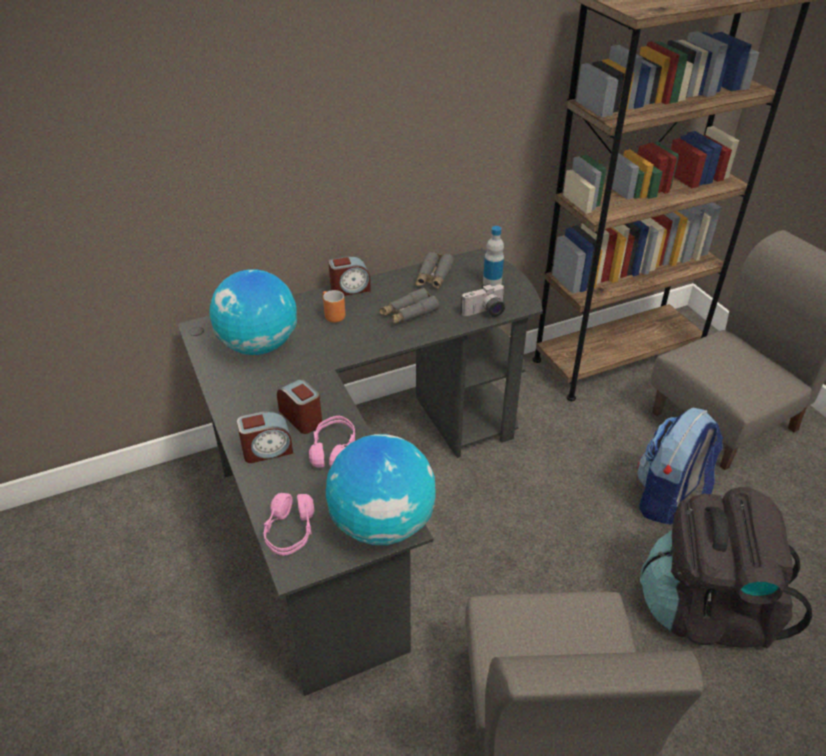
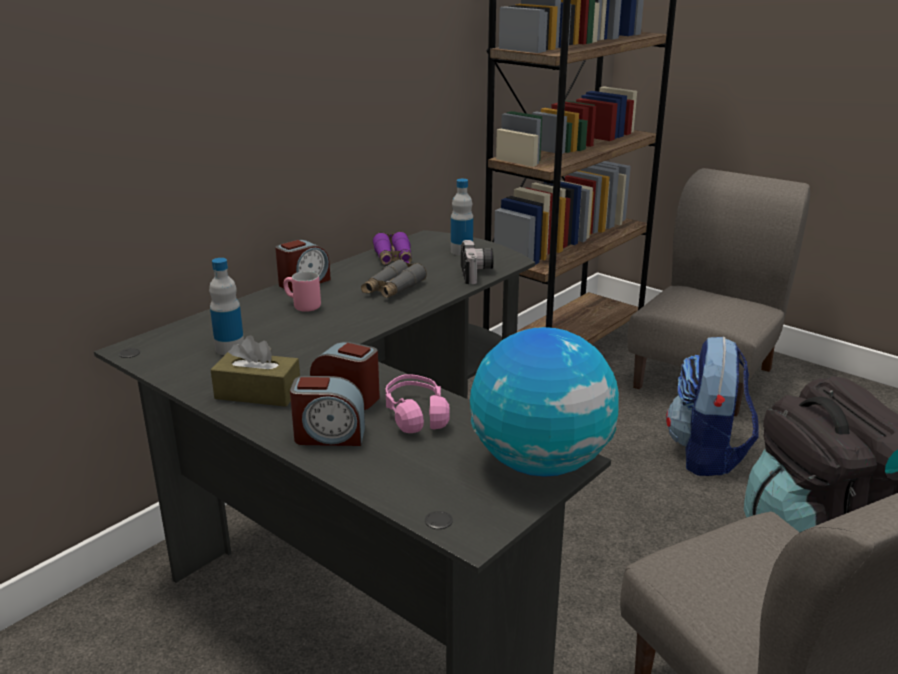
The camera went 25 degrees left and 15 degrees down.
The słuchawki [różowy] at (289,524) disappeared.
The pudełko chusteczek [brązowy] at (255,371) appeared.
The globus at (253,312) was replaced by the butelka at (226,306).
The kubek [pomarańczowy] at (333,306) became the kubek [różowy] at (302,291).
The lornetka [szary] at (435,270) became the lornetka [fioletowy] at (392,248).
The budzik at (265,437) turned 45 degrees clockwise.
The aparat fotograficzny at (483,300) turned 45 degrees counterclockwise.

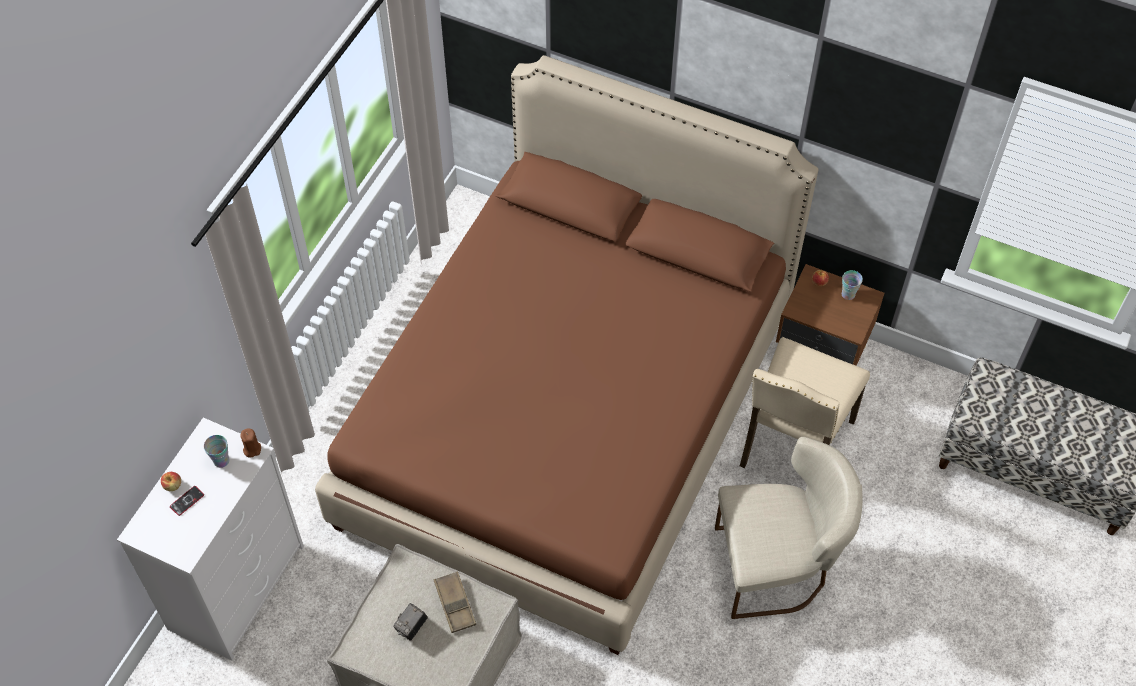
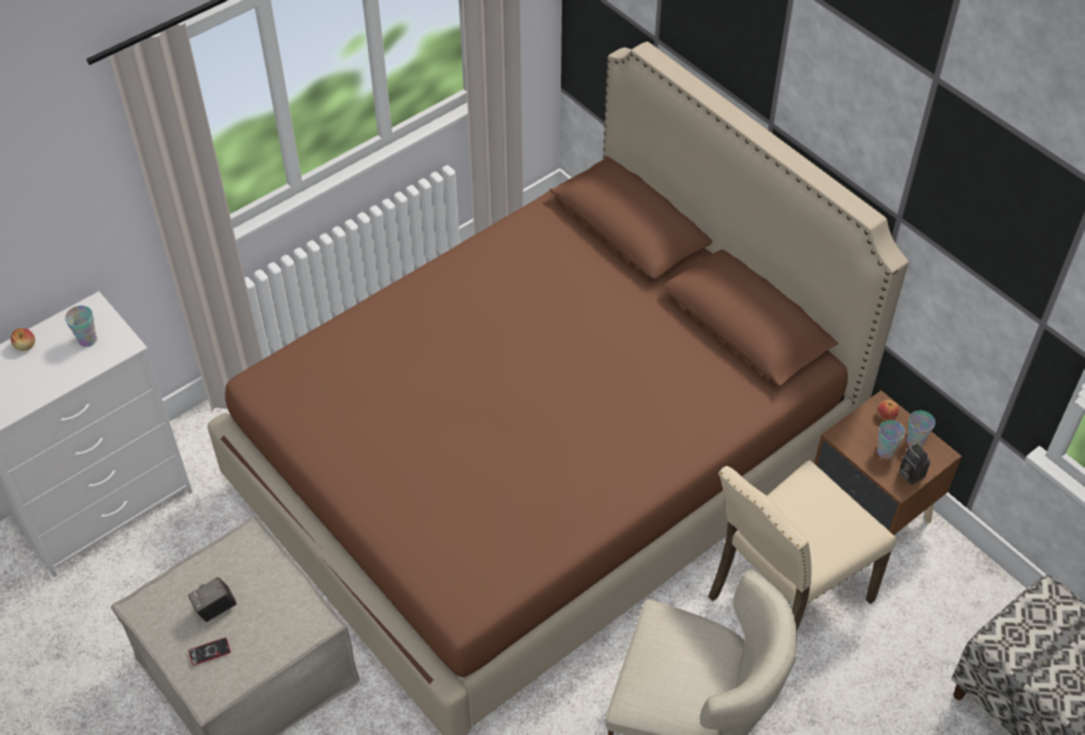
The camera went 25 degrees right and 5 degrees down.
The świeca [brązowy] at (250,443) disappeared.
The taca [brązowy] at (455,602) disappeared.
The filiżanka at (891,439) appeared.
The aparat fotograficzny at (914,464) appeared.
The telefon moved from (187,501) to (209,651).

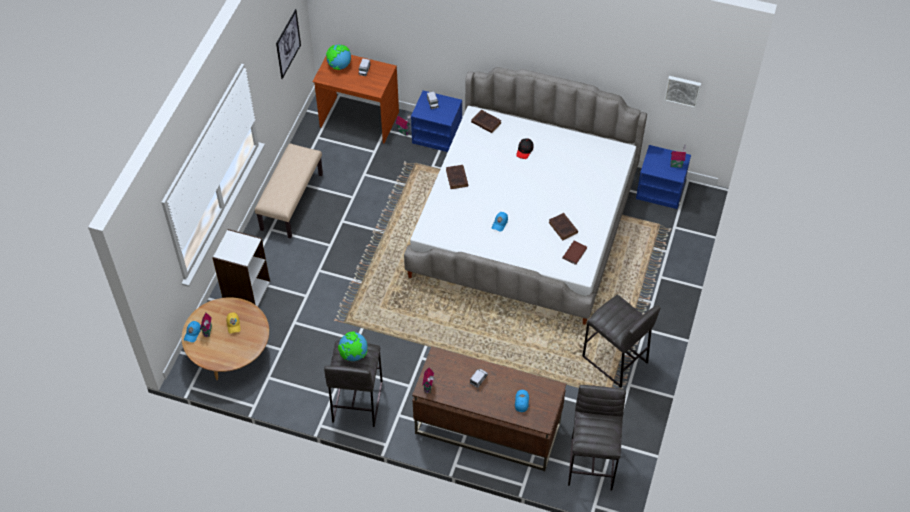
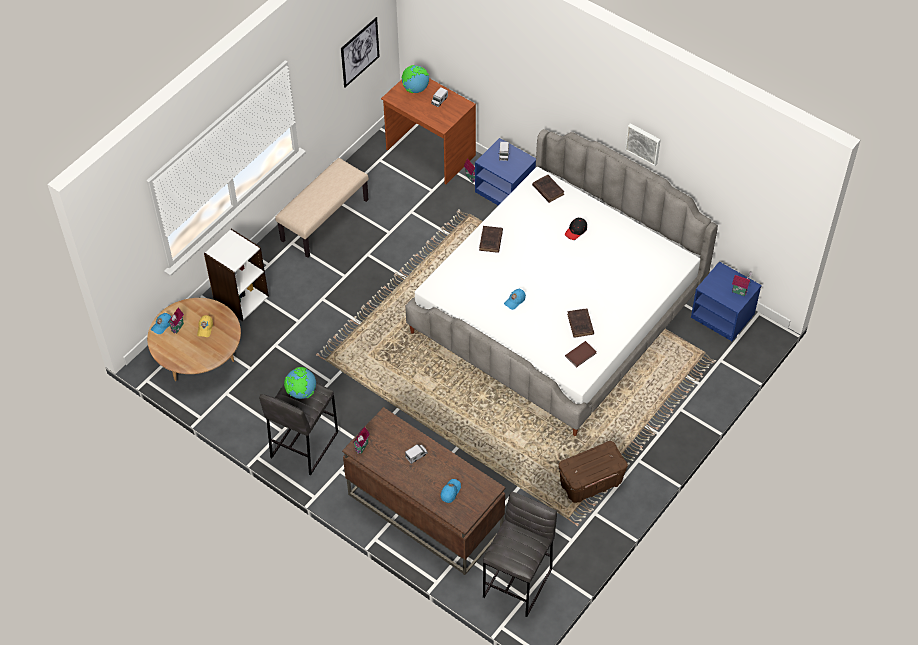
The camera went 20 degrees right and 0 degrees up.
The obraz moved from (682,92) to (643,144).
The stołek [szary] at (621,341) was replaced by the pojemnik do przechowywania [brązowy] at (593,472).

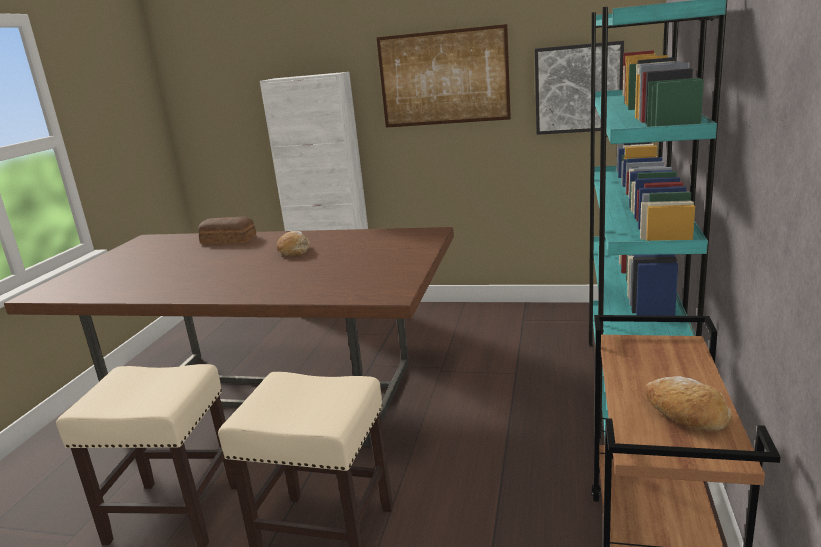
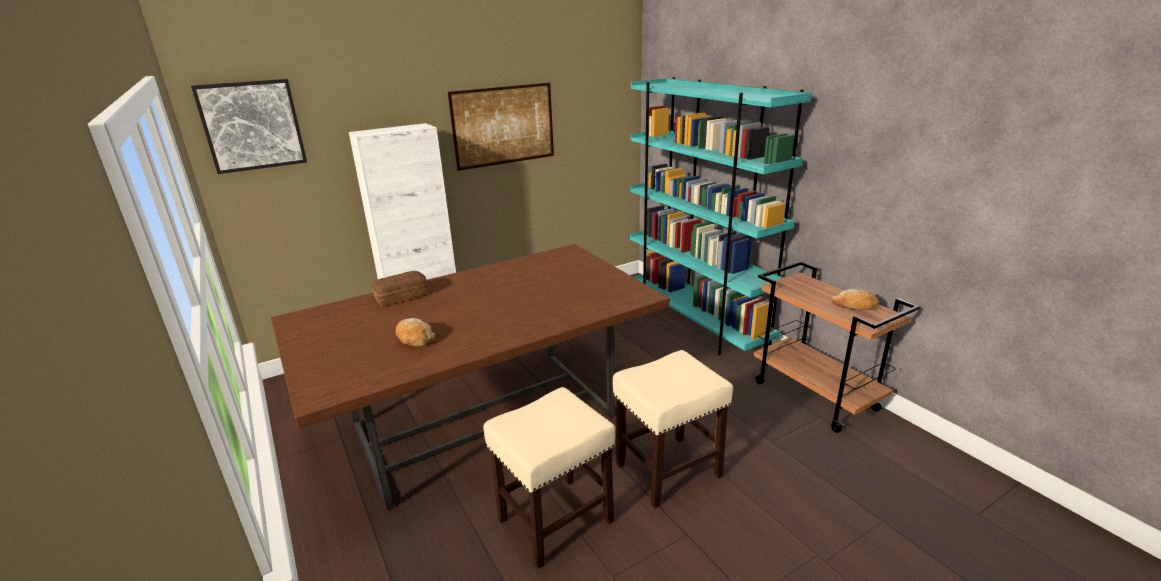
The camera went 45 degrees left and 5 degrees up.
The chleb moved from (293,243) to (415,332).
The obraz moved from (579,88) to (249,126).

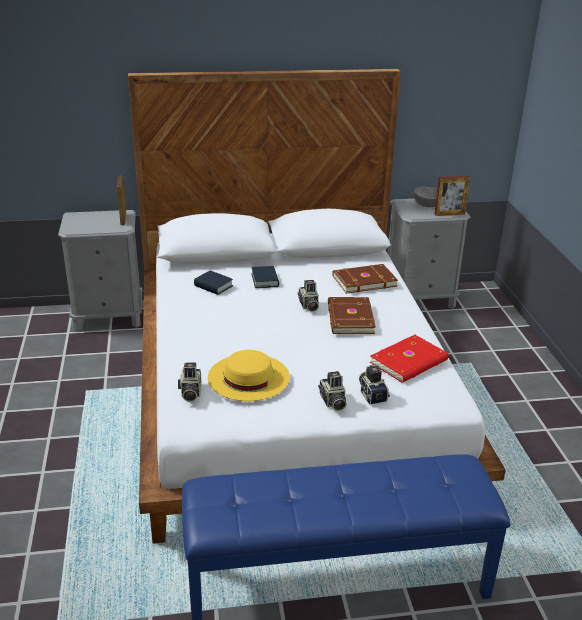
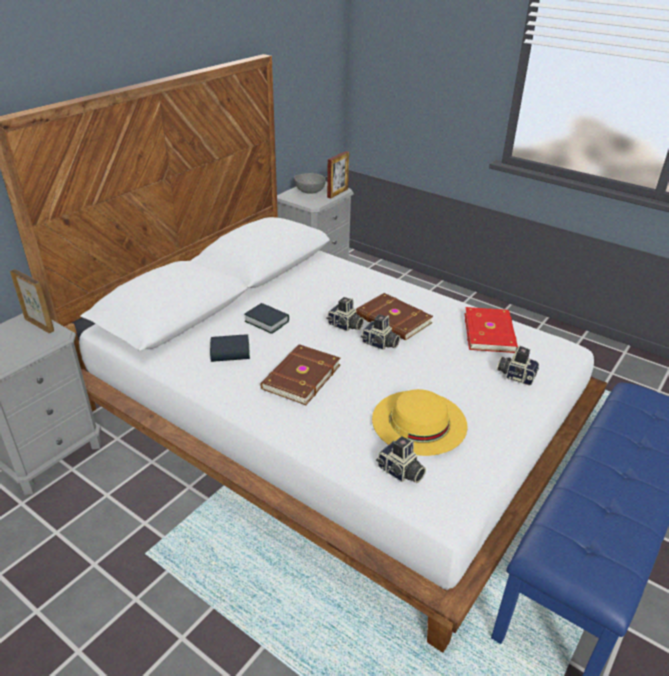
The camera went 45 degrees left and 5 degrees up.
The aparat fotograficzny moved from (332,391) to (380,332).
The książka [brązowy] moved from (365,279) to (300,374).

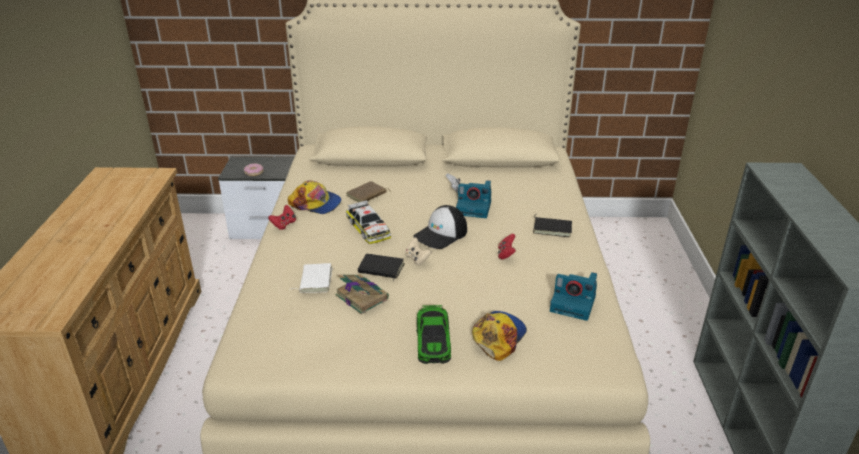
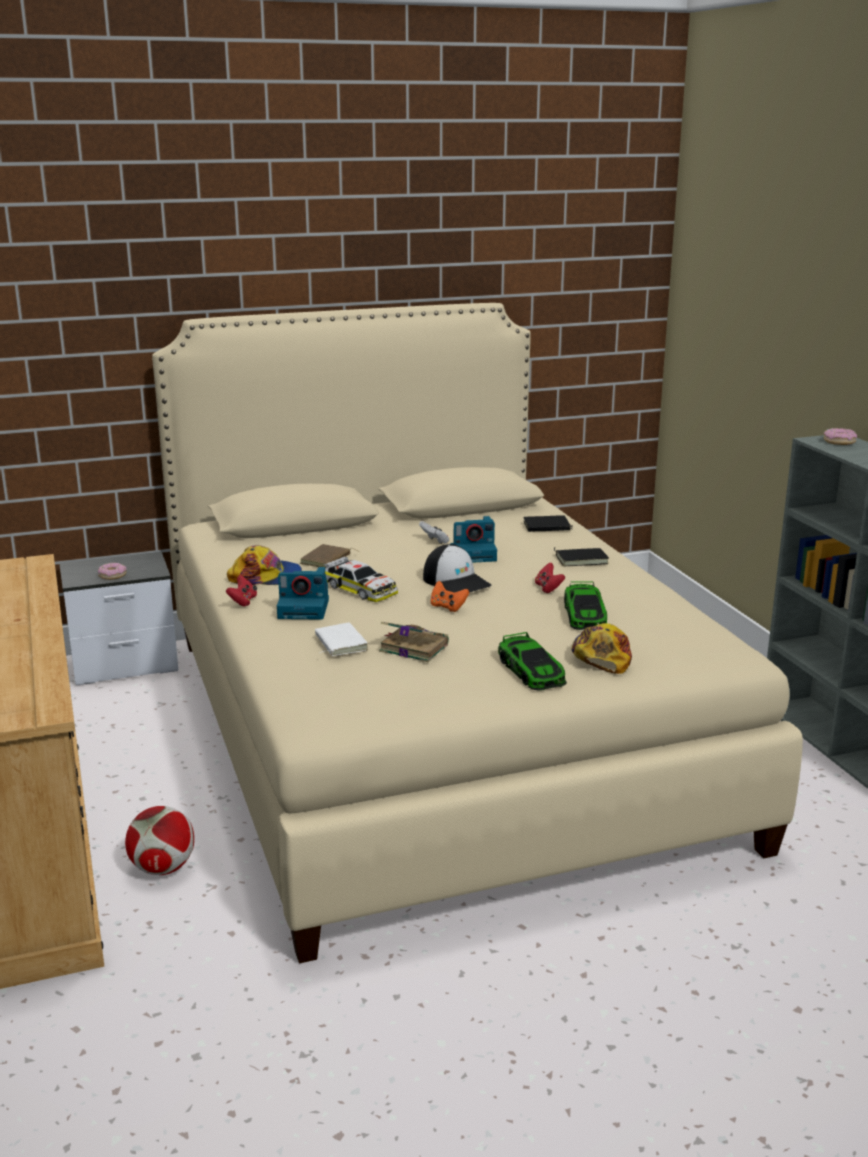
The camera went 20 degrees left and 10 degrees down.
The piłka futbolowa at (159,840) appeared.
The samochodzik at (585,606) appeared.
The donut at (840,436) appeared.
The książka [czarny] moved from (381,267) to (548,523).
The aparat fotograficzny moved from (573,296) to (303,593).
The pad do gier [beżowy] at (418,251) became the pad do gier [pomarańczowy] at (449,596).
The czapka z daszkiem at (440,227) turned 60 degrees counterclockwise.

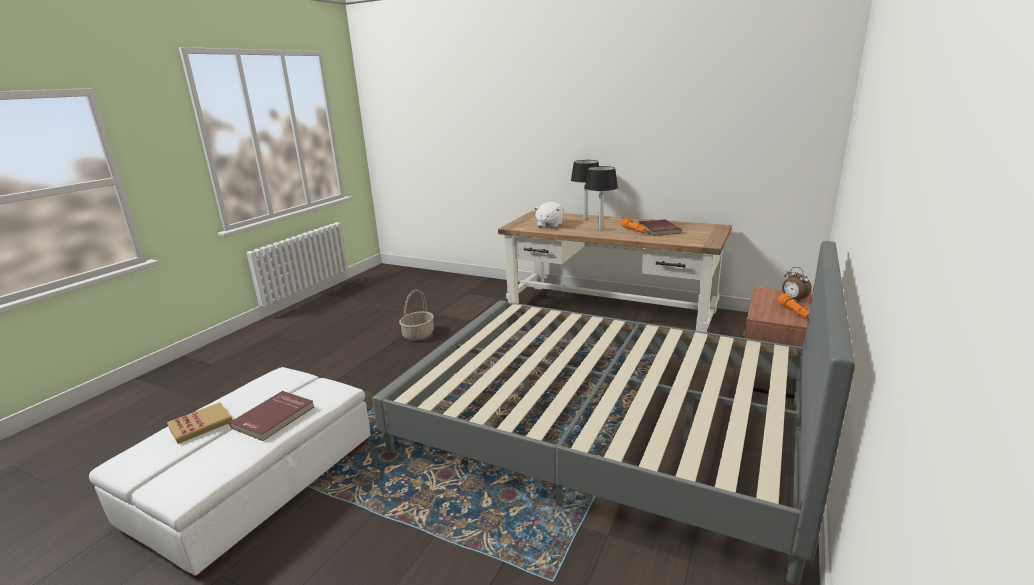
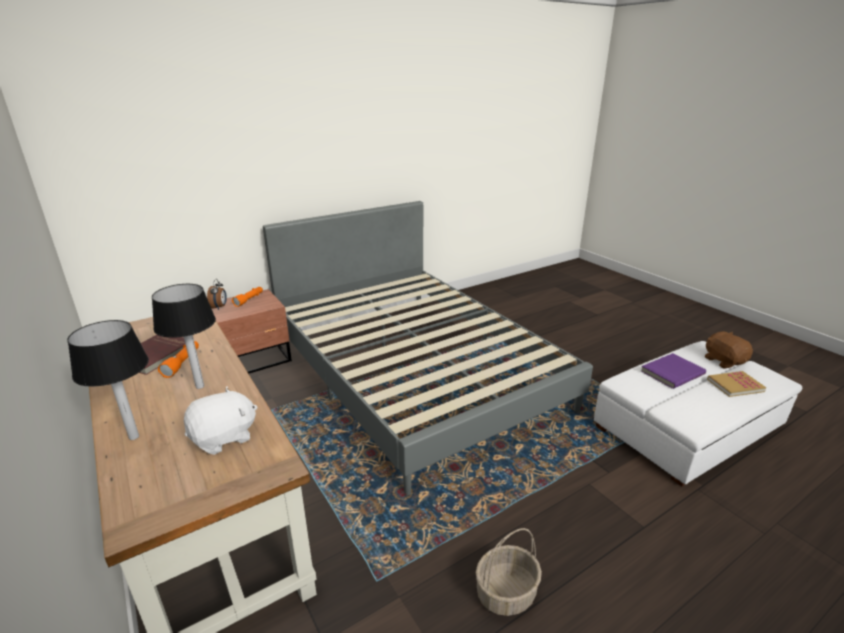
The camera went 150 degrees left and 5 degrees up.
The pluszak [brązowy] at (729,349) appeared.
The książka [czerwony] at (271,416) became the książka [fioletowy] at (673,371).

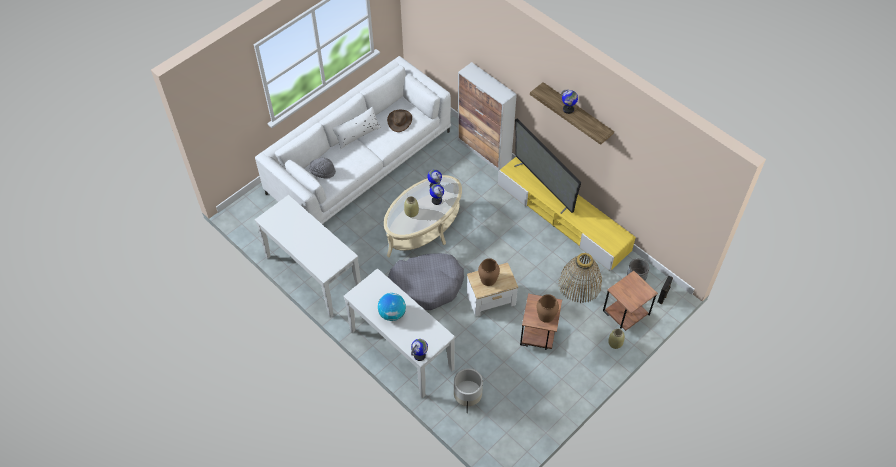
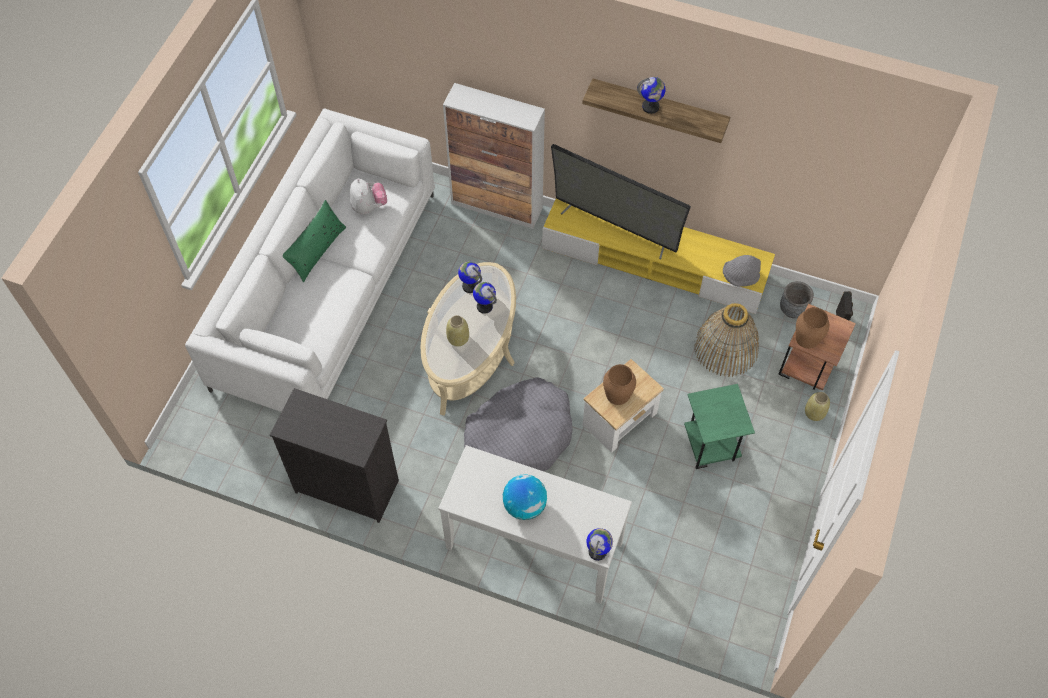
The camera went 25 degrees left and 5 degrees up.
The donica [biały] at (468,389) disappeared.
The kapelusz [szary] moved from (322,168) to (742,271).
The wazon [brązowy] moved from (548,308) to (813,328).
The stolik konsolowy [biały] at (308,256) was replaced by the komoda [czarny] at (334,455).
The kapelusz [brązowy] at (399,121) was replaced by the pluszak at (368,197).
The poduszka [biały] at (357,127) became the poduszka [zielony] at (314,241).
The stolik [brązowy] at (541,322) became the stolik [zielony] at (719,426).

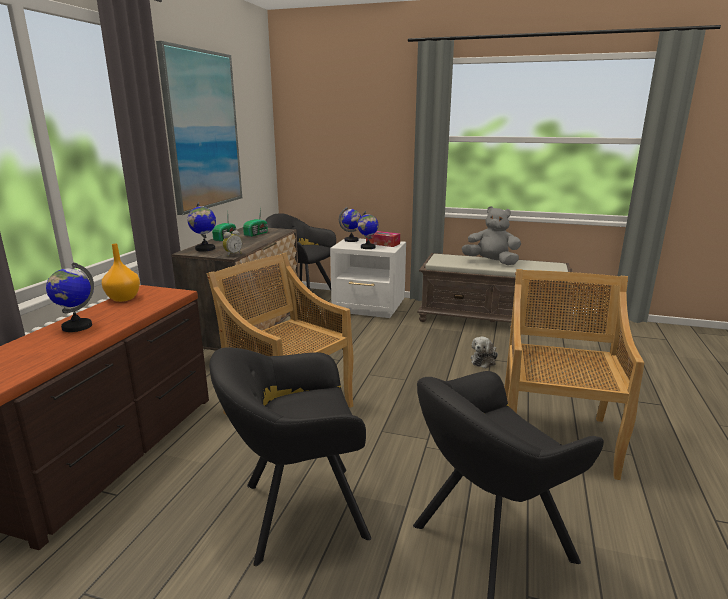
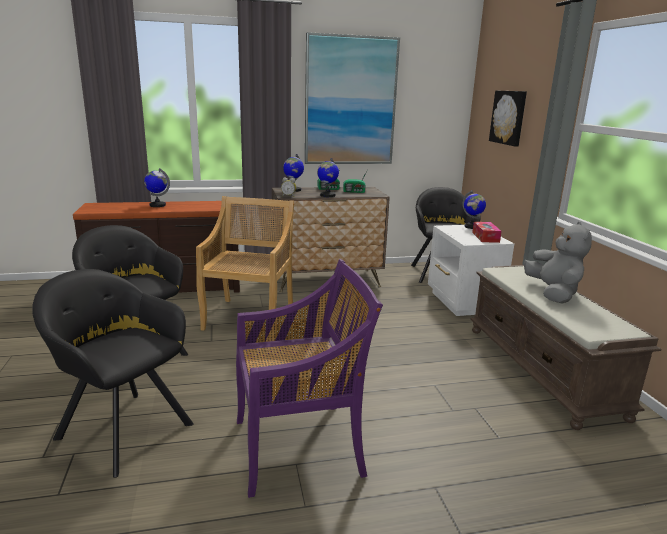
The camera went 60 degrees right and 0 degrees up.
The wazon [pomarańczowy] at (121,273) disappeared.
The pluszak at (484,352) disappeared.
The obraz at (508,118) appeared.
The globus moved from (368,230) to (328,177).
The krzesło [beżowy] at (574,374) became the krzesło [fioletowy] at (309,378).

